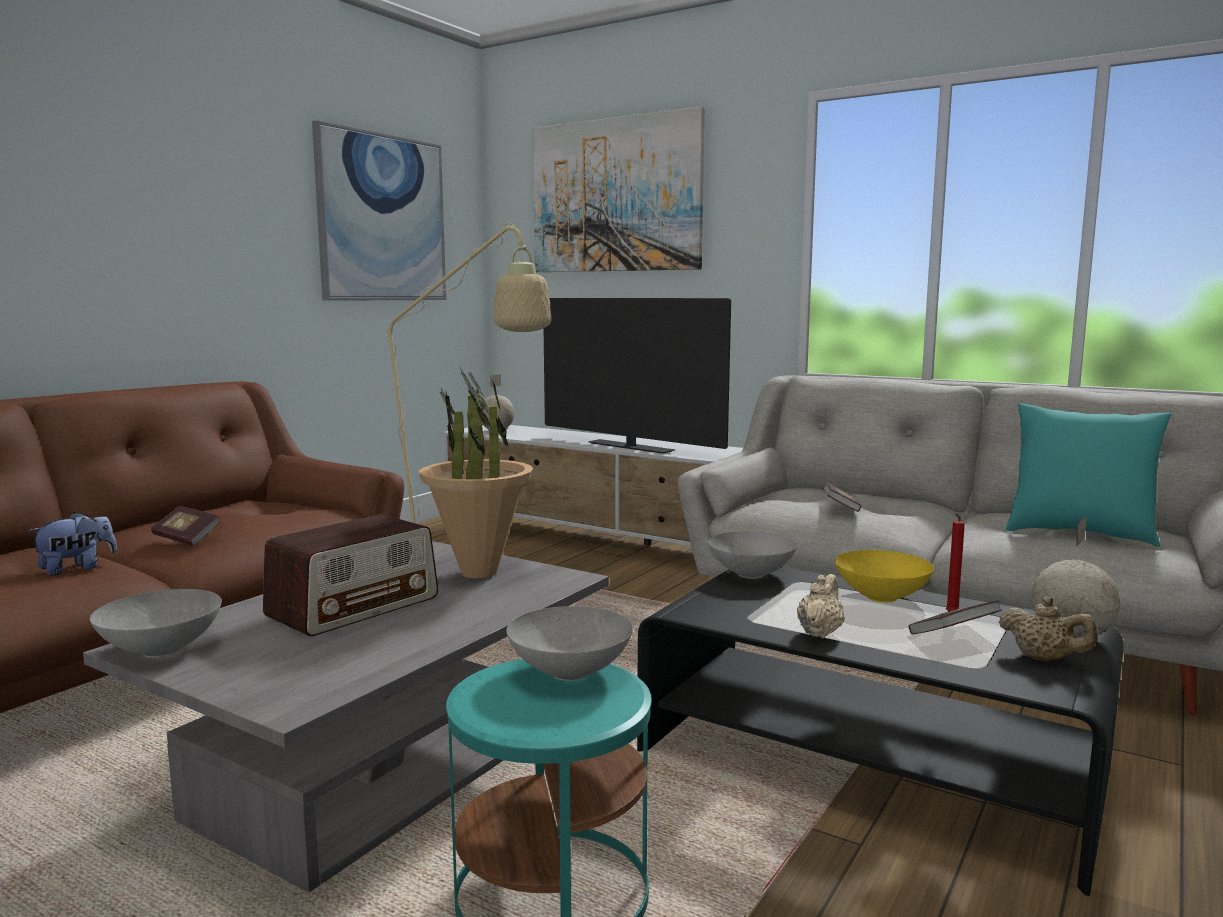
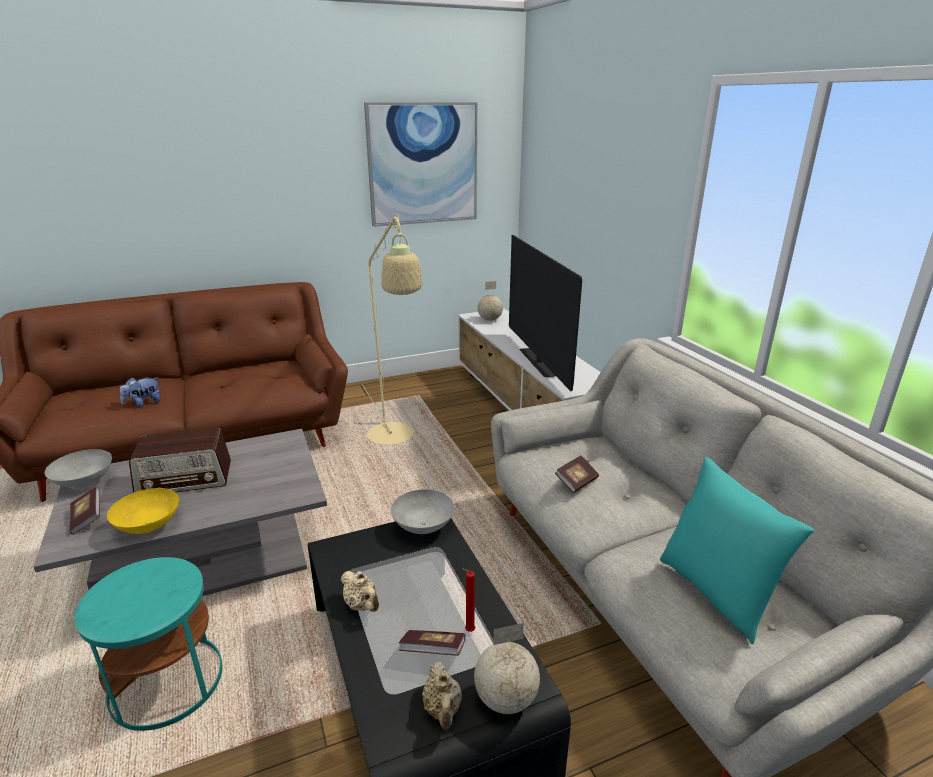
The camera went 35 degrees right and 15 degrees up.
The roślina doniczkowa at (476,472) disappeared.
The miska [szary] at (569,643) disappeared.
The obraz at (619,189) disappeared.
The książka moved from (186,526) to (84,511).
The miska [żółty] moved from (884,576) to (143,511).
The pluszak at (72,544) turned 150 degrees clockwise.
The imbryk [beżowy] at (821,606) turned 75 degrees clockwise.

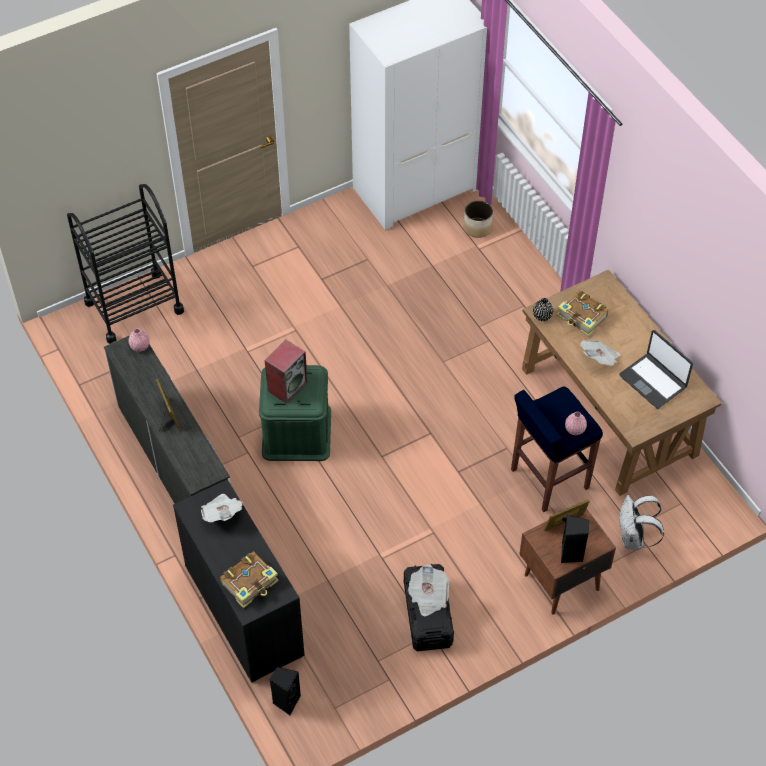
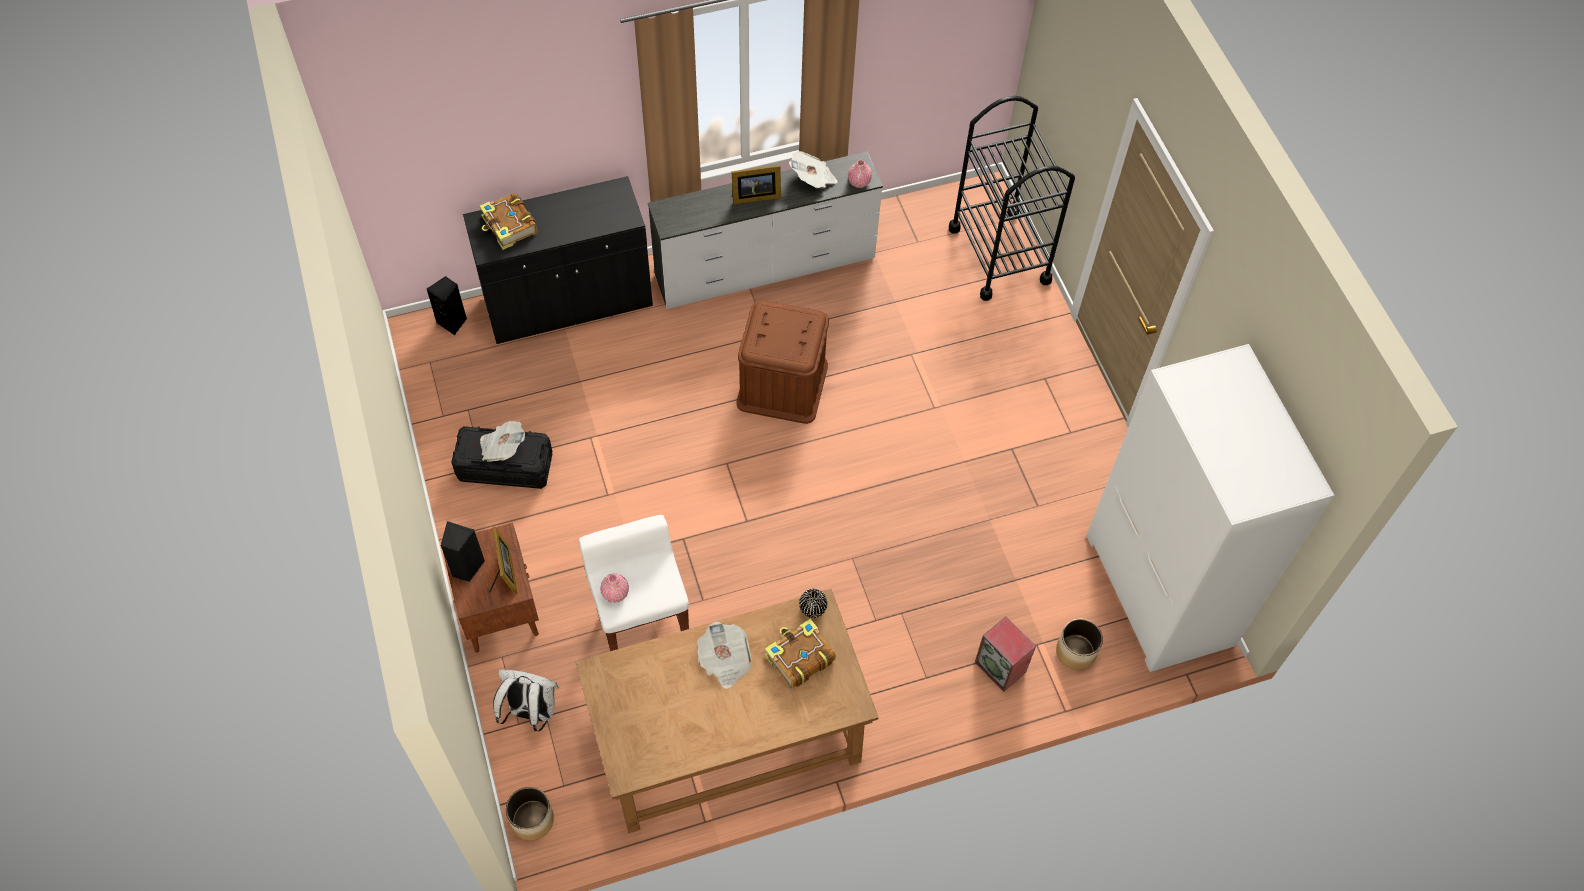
The camera went 100 degrees right and 5 degrees up.
The laptop at (656,369) disappeared.
The donica at (530,814) appeared.
The gazeta moved from (221,508) to (813,169).
The głośnik moved from (286,372) to (1005,654).
The pojemnik do przechowywania [zielony] at (295,413) became the pojemnik do przechowywania [brązowy] at (782,362).
The stołek [niebieski] at (557,449) became the stołek [biały] at (634,583).

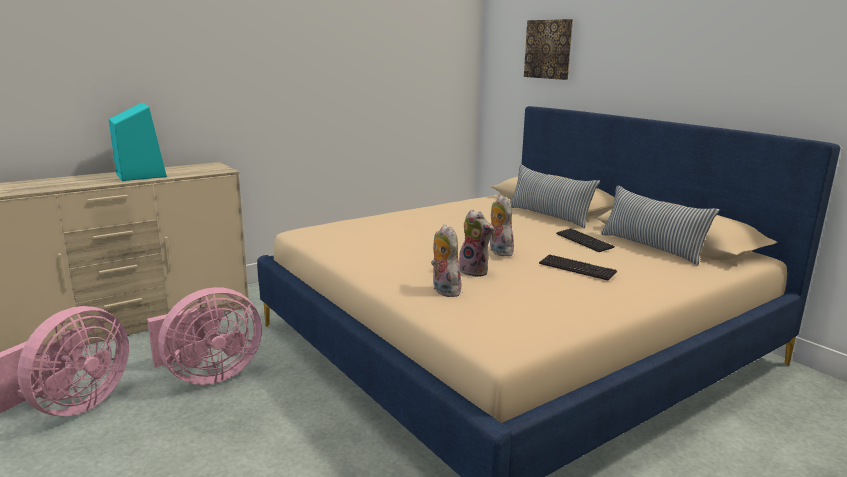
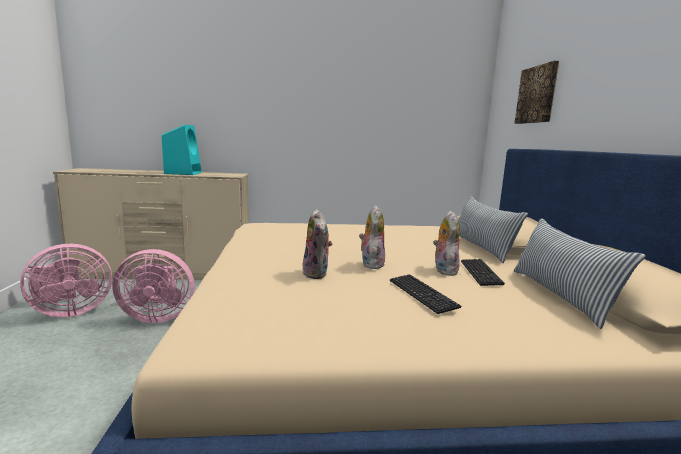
The camera went 30 degrees right and 5 degrees down.
The pluszak moved from (446,260) to (446,243).

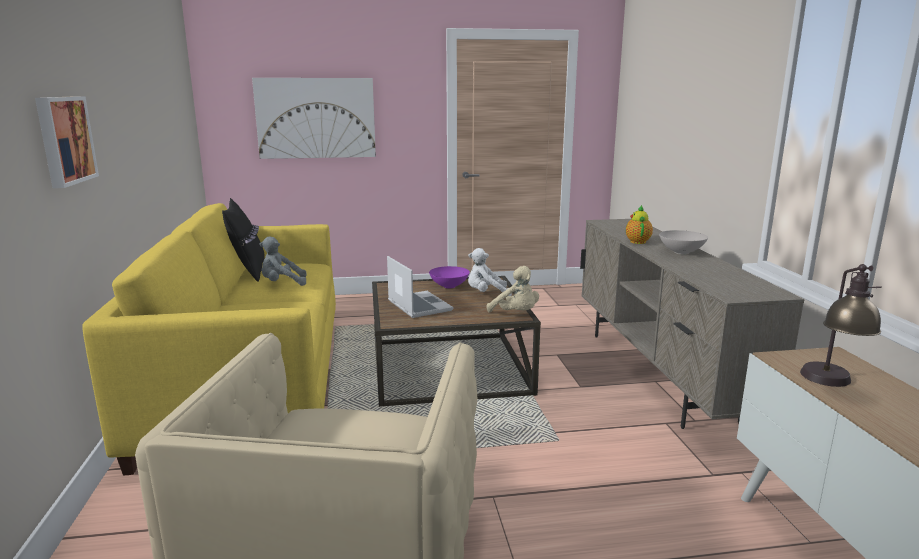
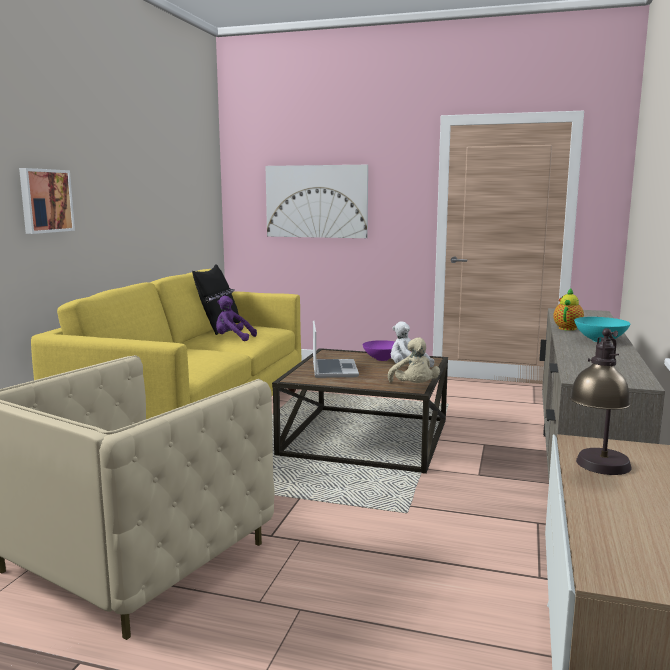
The camera went 25 degrees right and 5 degrees down.
The pluszak [szary] at (282,261) became the pluszak [fioletowy] at (236,318).
The miska [biały] at (683,242) became the miska [turkusowy] at (602,329).

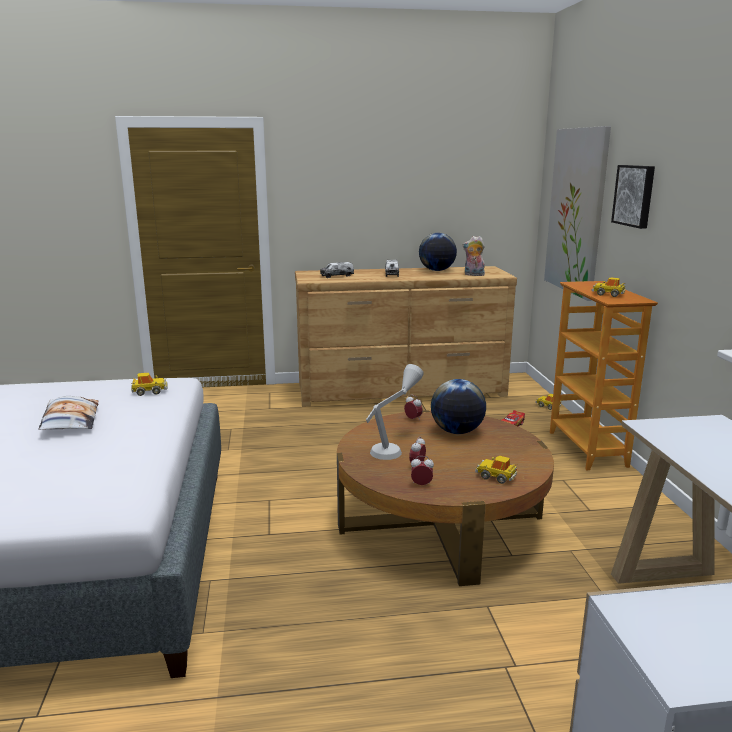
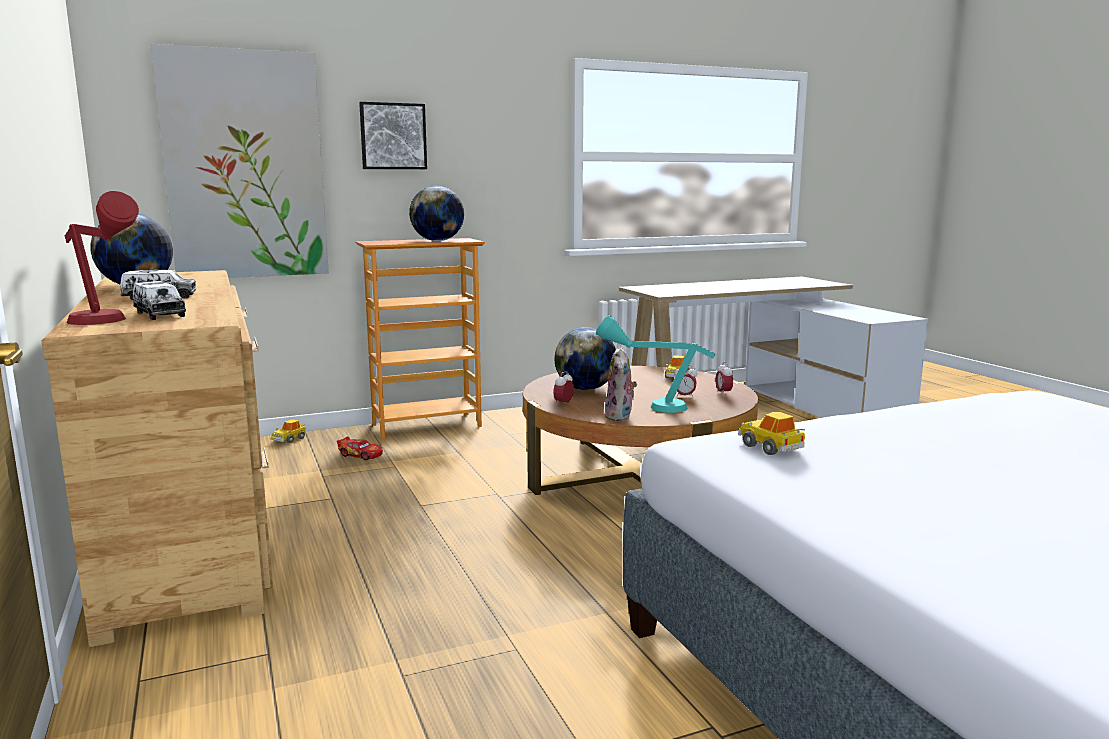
The camera went 105 degrees left and 5 degrees down.
The poduszka at (68,413) disappeared.
The lampa stołowa [czerwony] at (102,258) appeared.
The pluszak moved from (474,256) to (620,383).
The samochodzik at (609,287) was replaced by the globus at (436,213).
The lampa stołowa [szary] at (395,412) became the lampa stołowa [turkusowy] at (655,364).

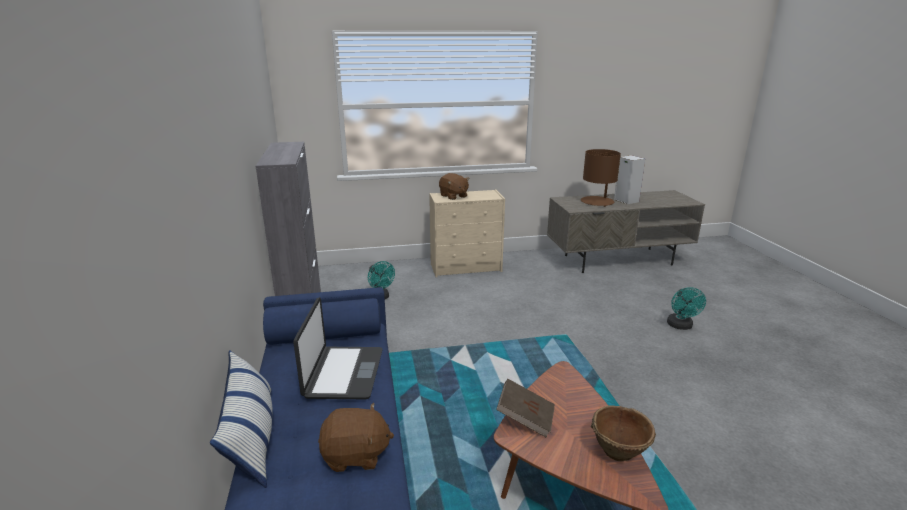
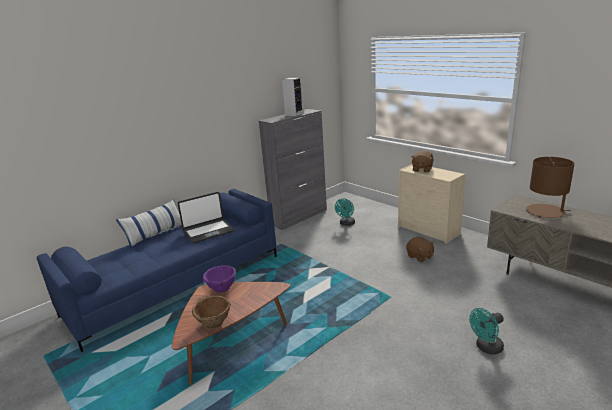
The camera went 60 degrees right and 0 degrees up.
The pluszak [brązowy] moved from (356,437) to (420,249).
The głośnik moved from (629,179) to (293,97).
The książka [brązowy] at (525,408) was replaced by the miska [fioletowy] at (219,279).

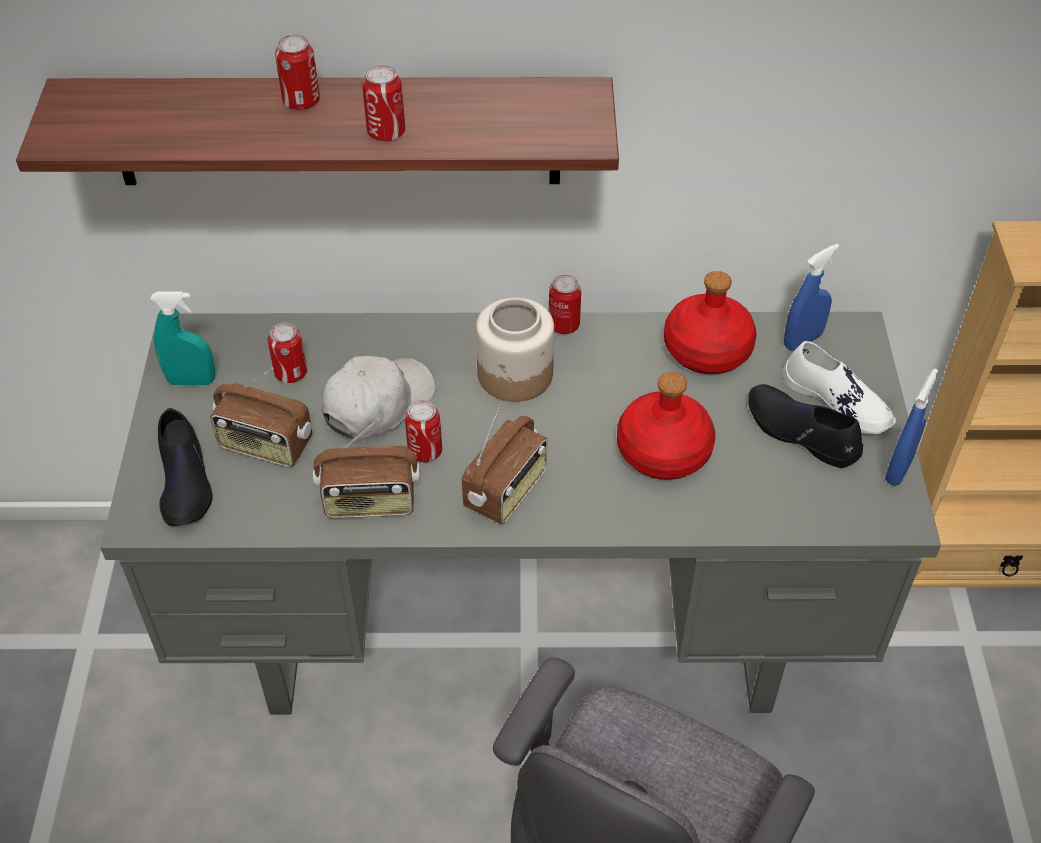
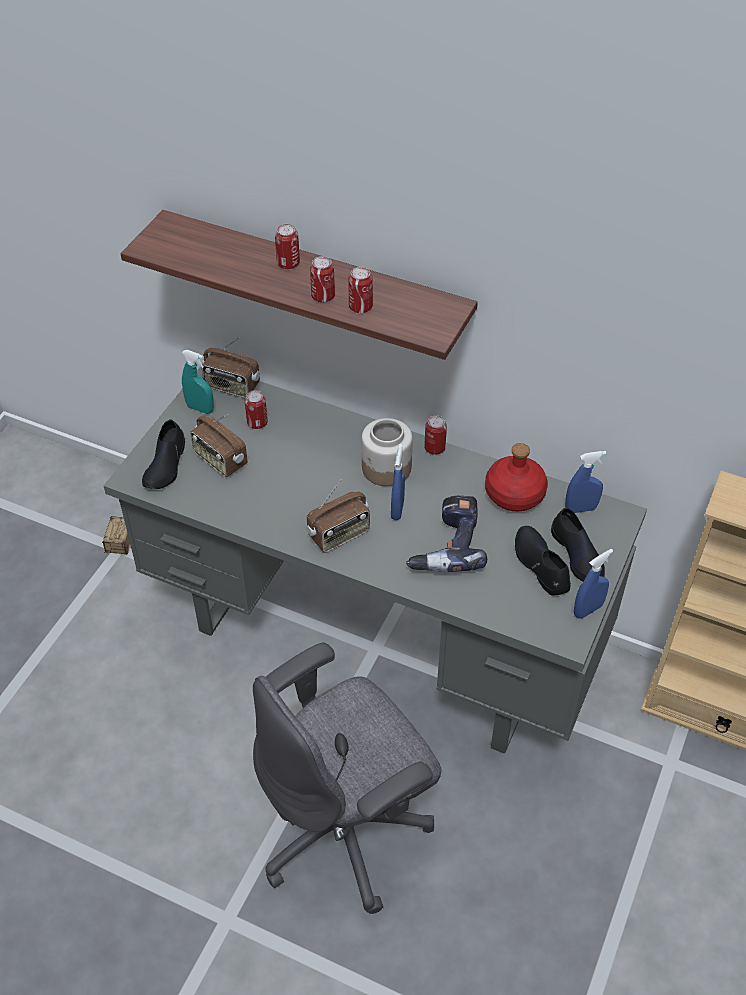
The camera went 25 degrees right and 0 degrees up.
The czapka z daszkiem [biały] at (379,398) disappeared.
The pojemnik do przechowywania at (116,535) appeared.
The spryskiwacz [niebieski] at (398,482) appeared.
The radio moved from (366,468) to (231,367).
The puszka moved from (423,431) to (361,290).
The butelka [czerwony] at (666,426) was replaced by the wiertarka at (447,534).
The but [biały] at (839,387) became the but [czarny] at (578,544).

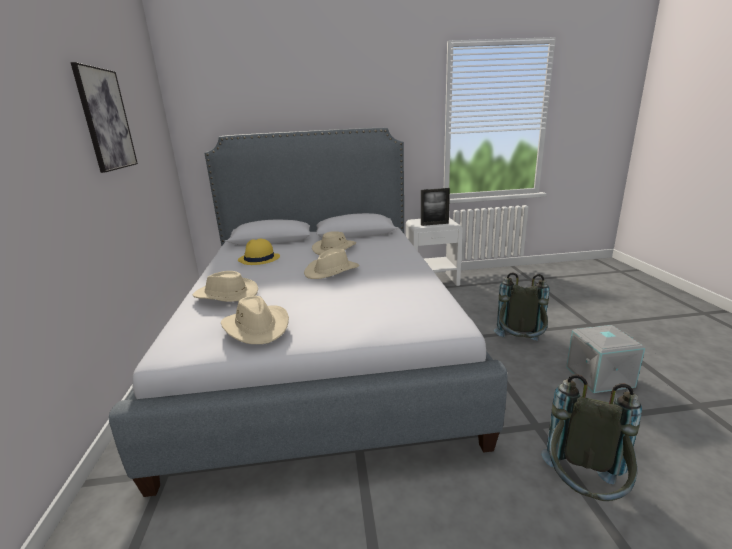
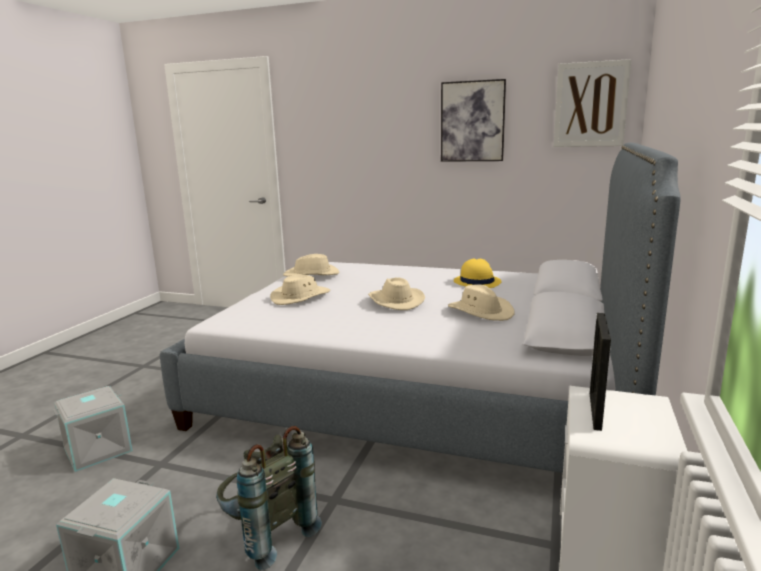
The camera went 115 degrees right and 5 degrees down.
The obraz at (592,103) appeared.
The kapelusz [beżowy] moved from (225,286) to (300,290).
The plecak [szary] at (591,437) was replaced by the pojemnik do przechowywania [szary] at (93,429).

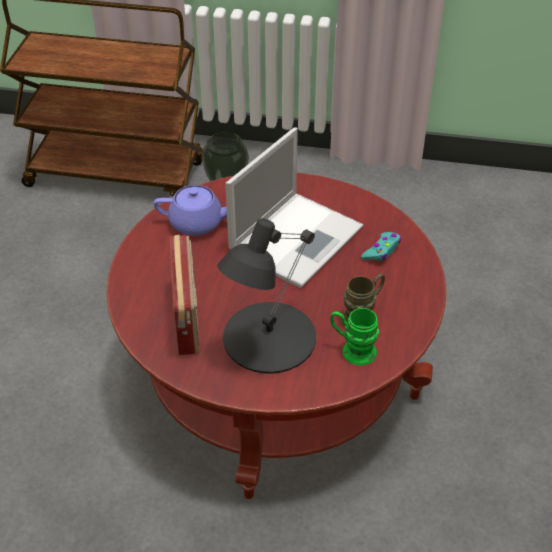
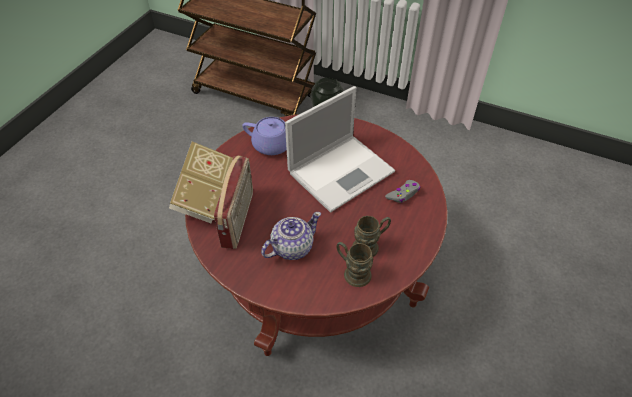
The camera went 15 degrees right and 5 degrees up.
The książka at (201,182) appeared.
The lampa stołowa [czarny] at (266,296) was replaced by the imbryk at (291,236).
The kubek [zielony] at (355,336) became the kubek [brązowy] at (355,264).
The pad do gier [turkusowy] at (381,246) became the pad do gier [szary] at (402,191).

